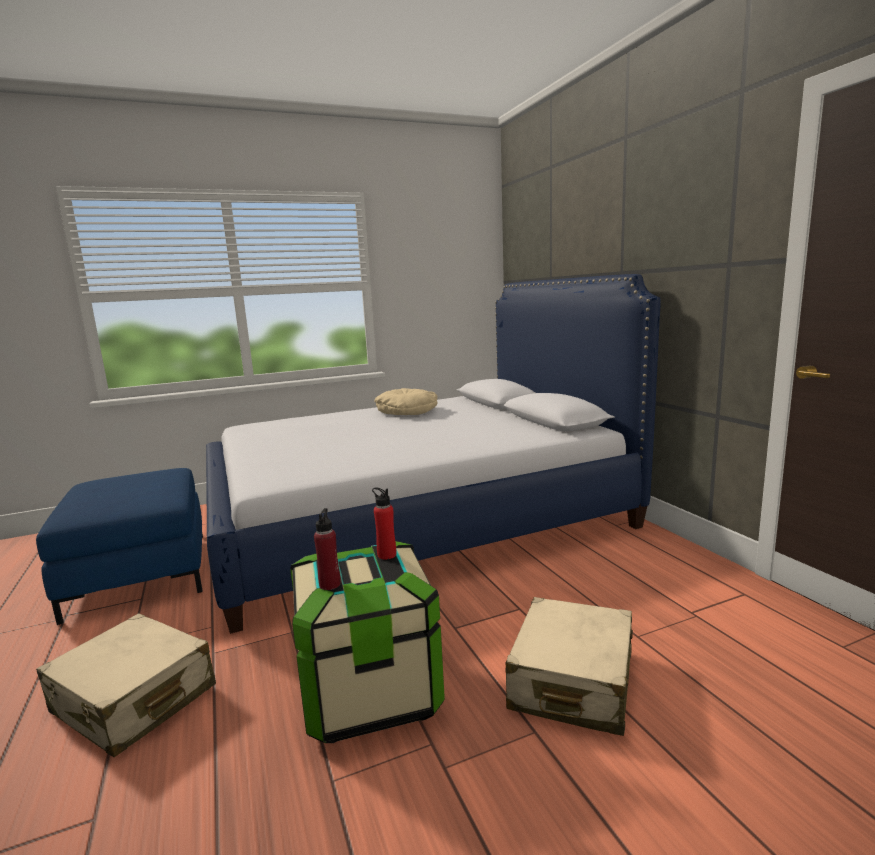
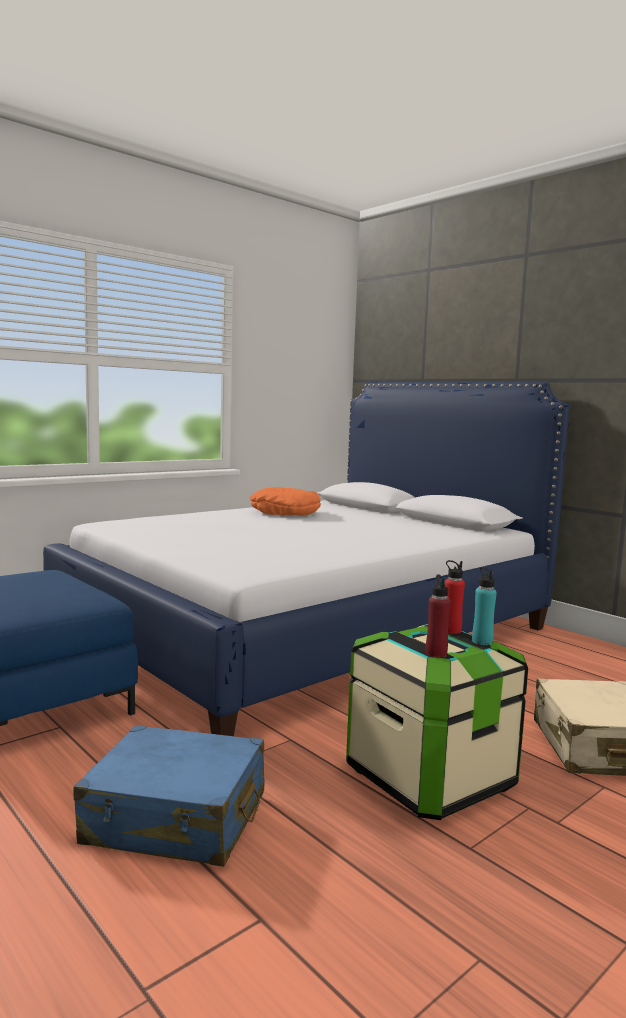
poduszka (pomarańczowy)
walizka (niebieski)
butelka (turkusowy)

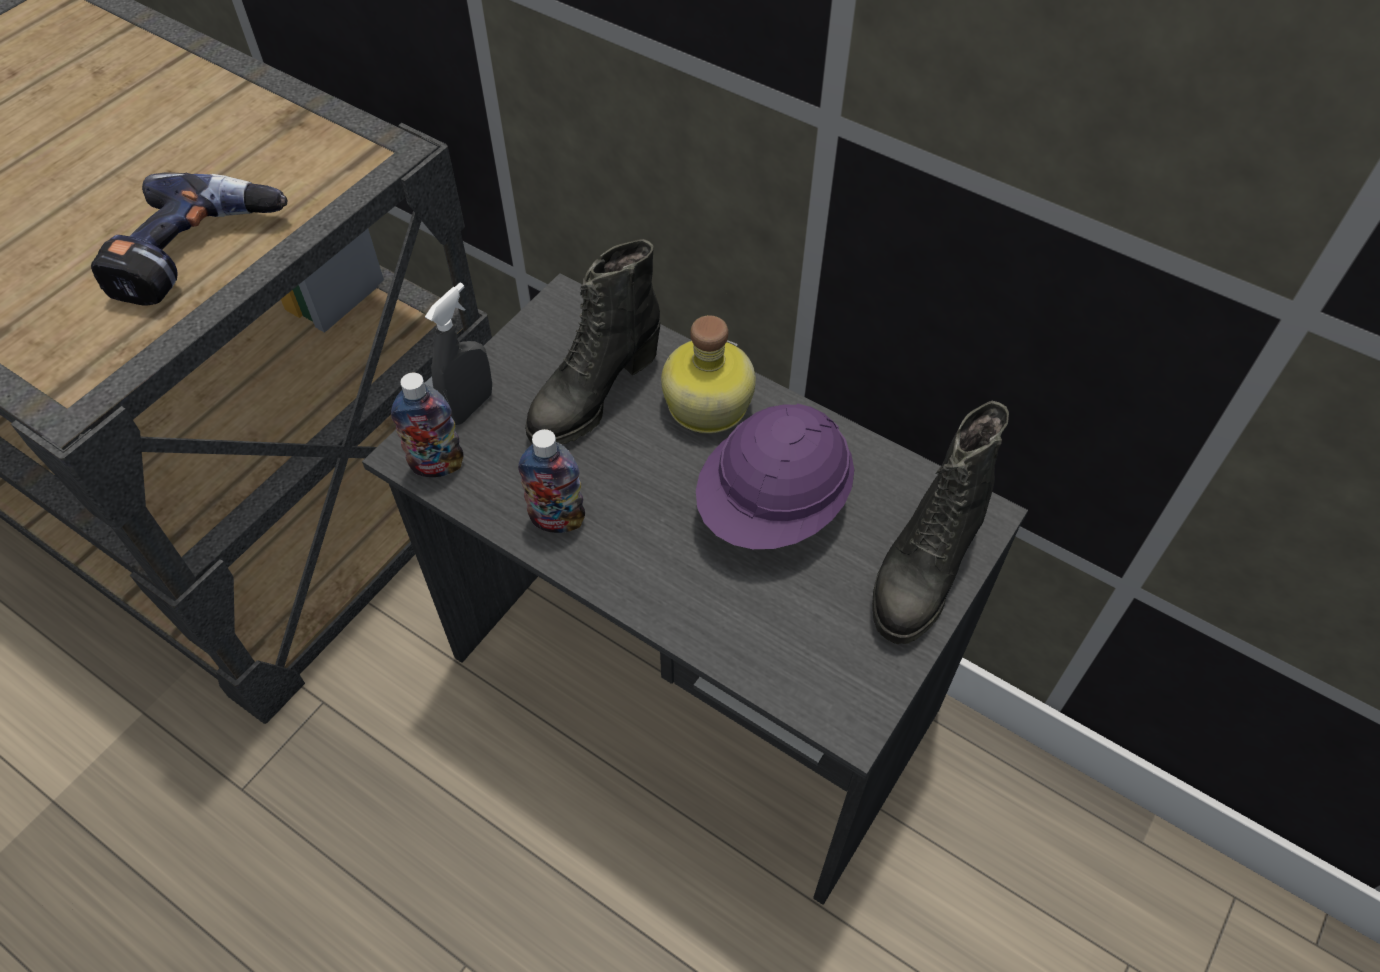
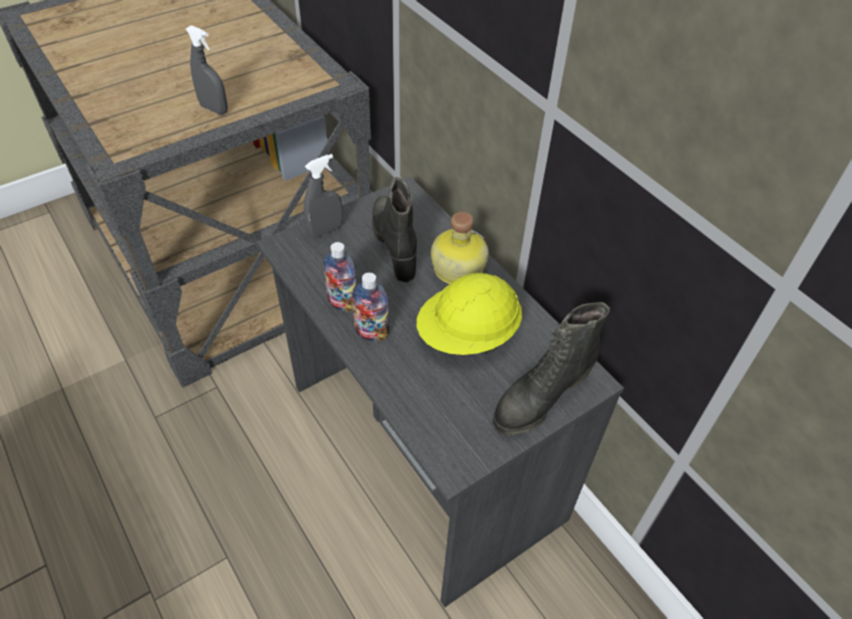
spryskiwacz (szary) (1st from left)
but z cholewką (czarny) (1st from left)
butelka (2nd from left)
kask (żółty)

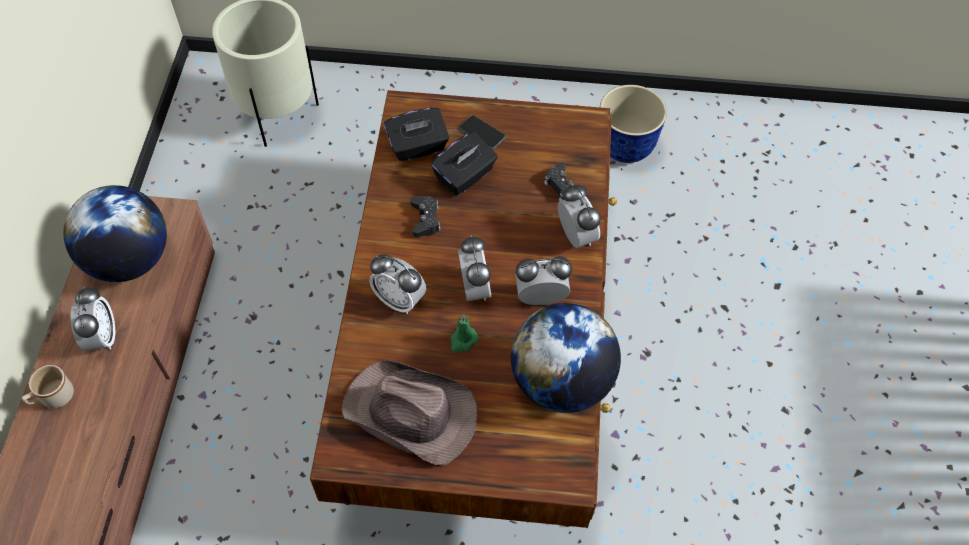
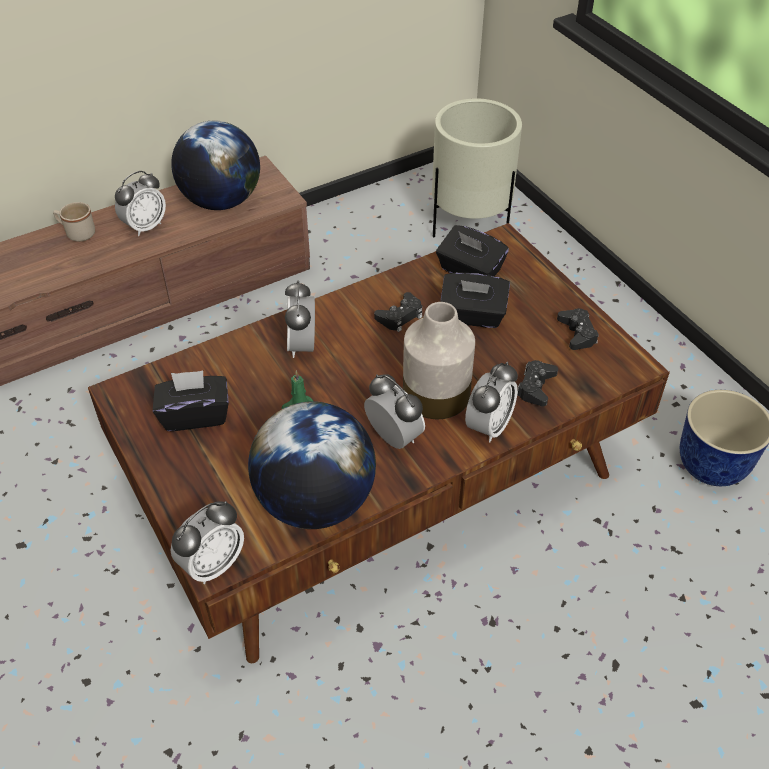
telefon
budzik (2nd from left)
pudełko chusteczek (czarny) (1st from left)
wazon (beżowy)
pad do gier (czarny) (3rd from left)

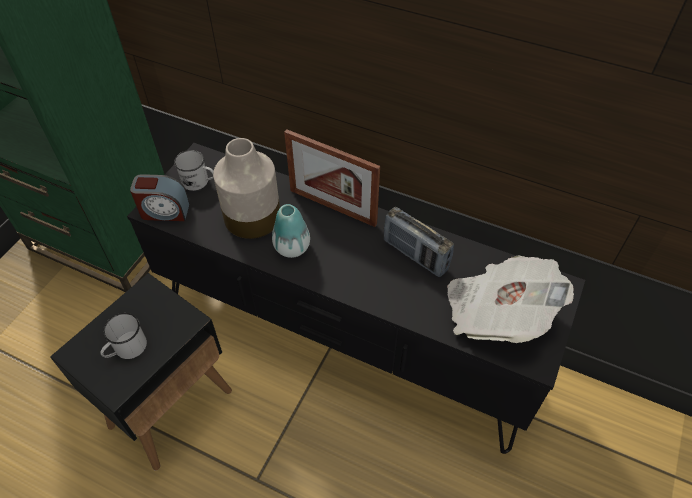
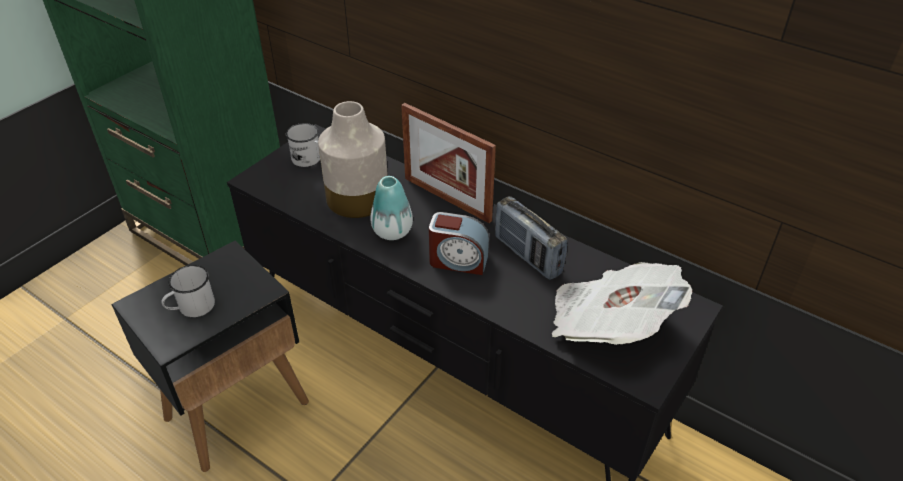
budzik

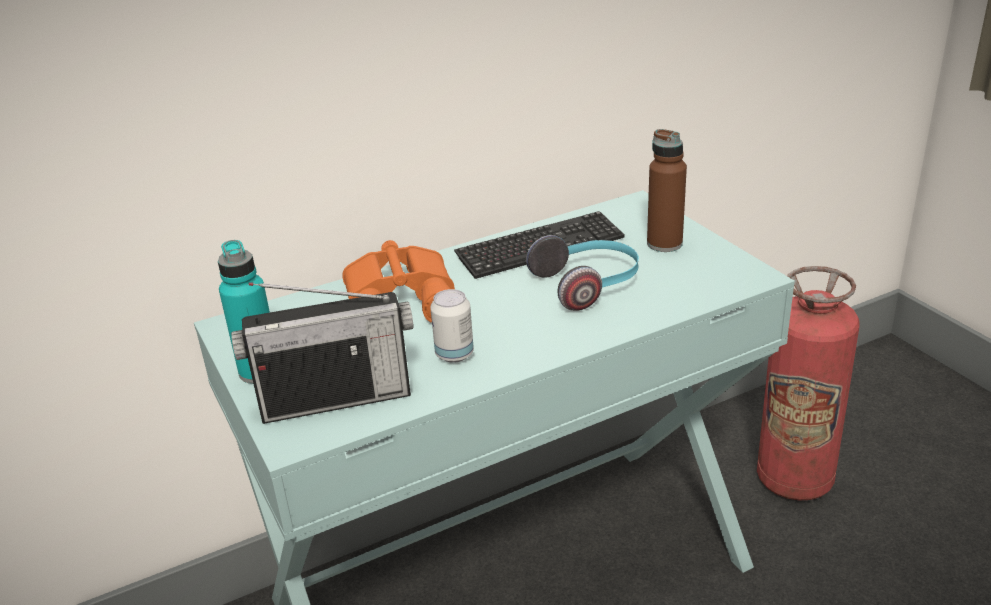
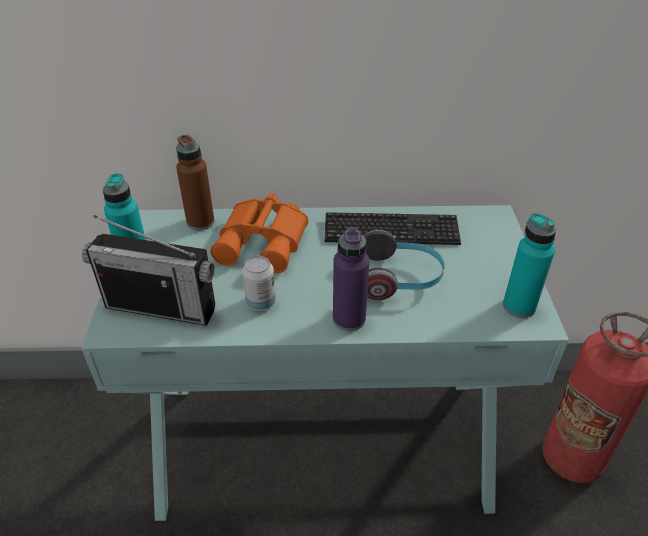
butelka (brązowy)
butelka (turkusowy) (2nd from left)
butelka (fioletowy)

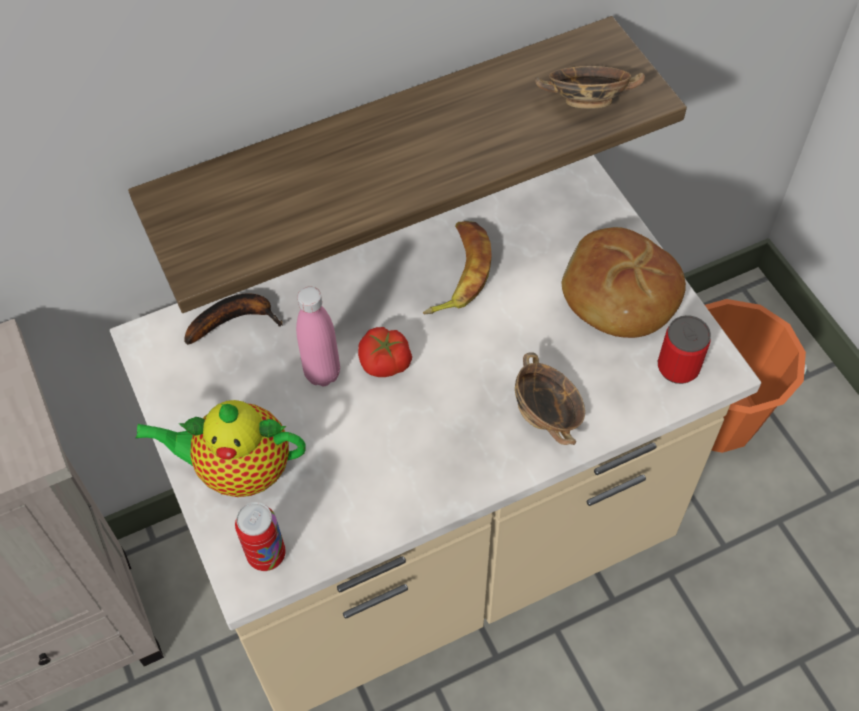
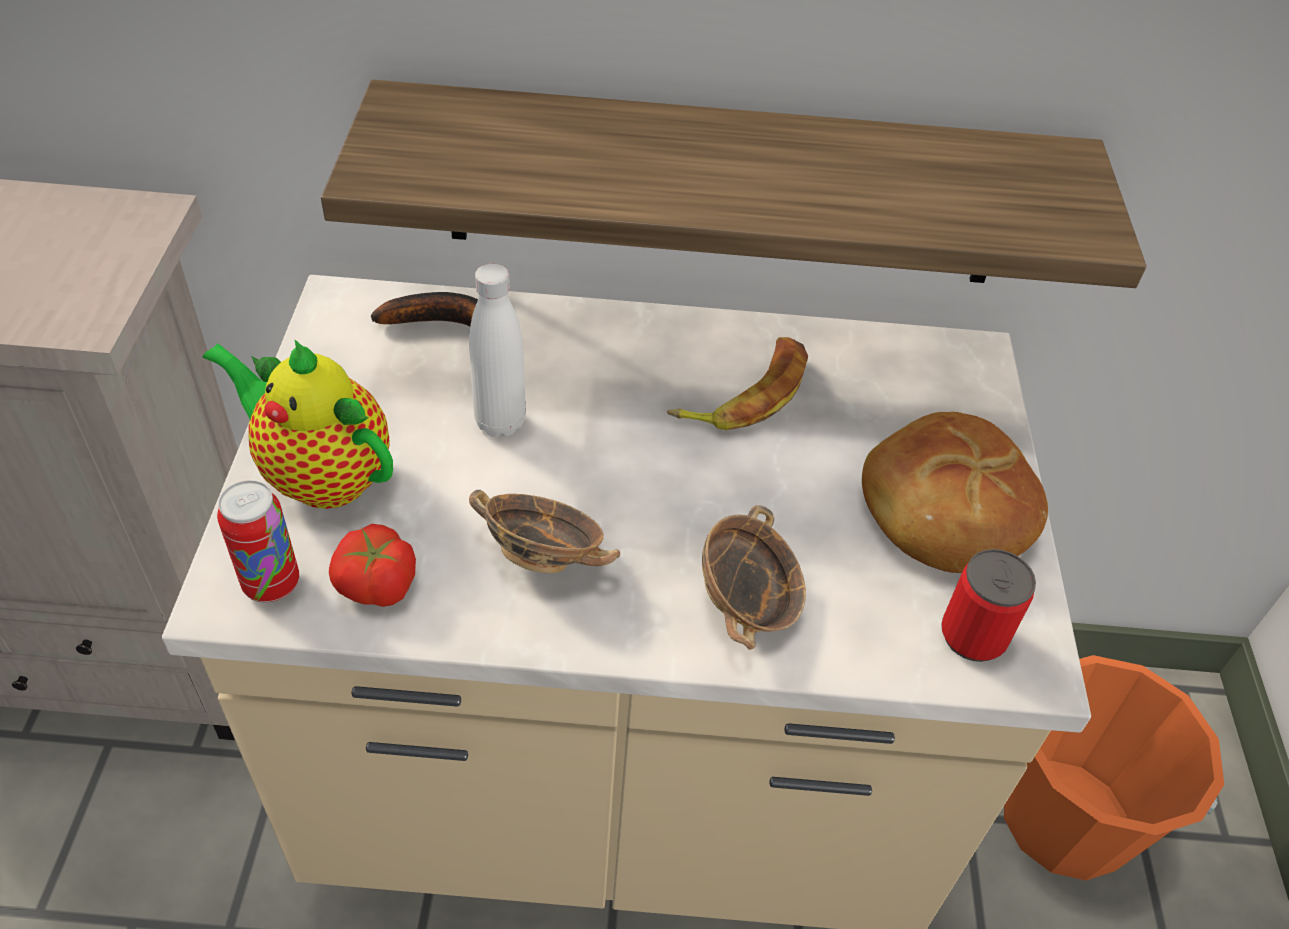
miska (1st from left)
butelka (biały)
pomidor

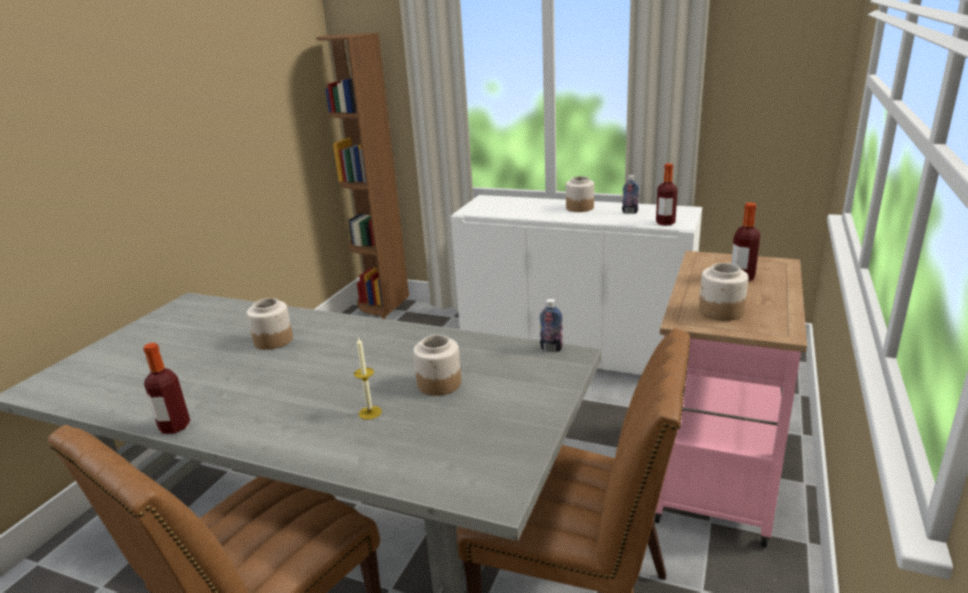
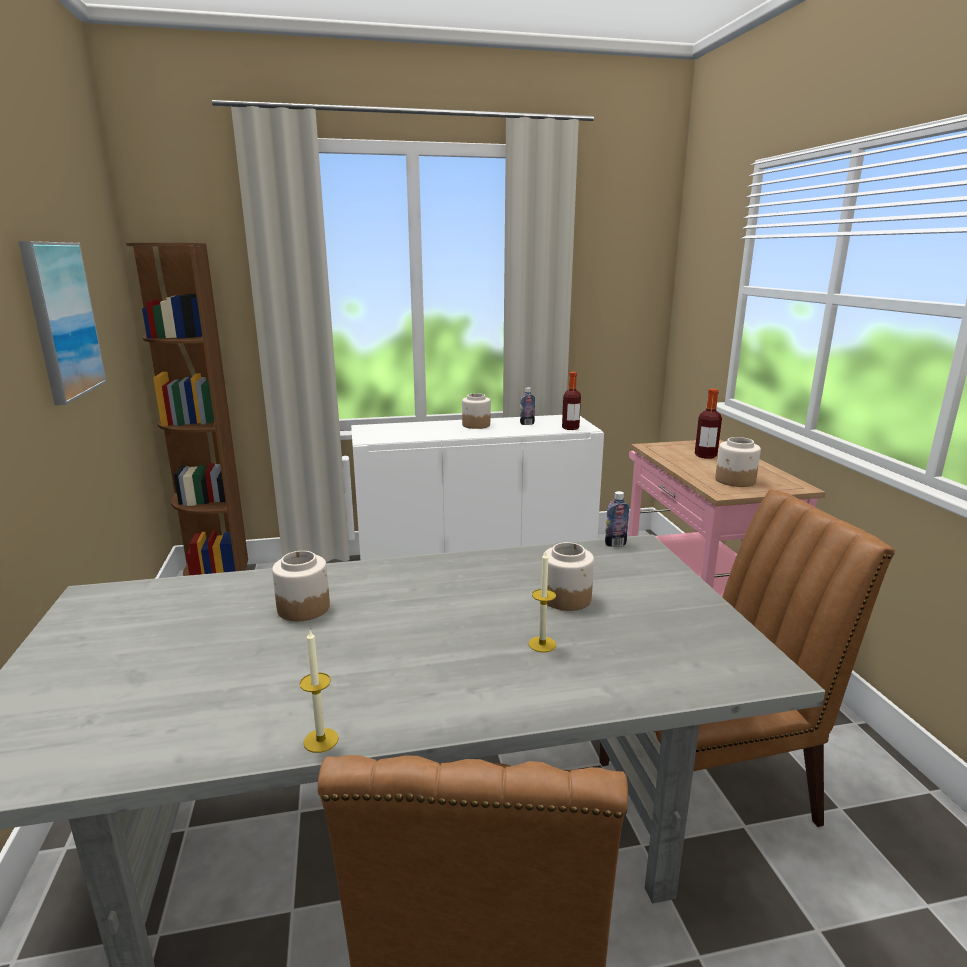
świeca (1st from left)
obraz

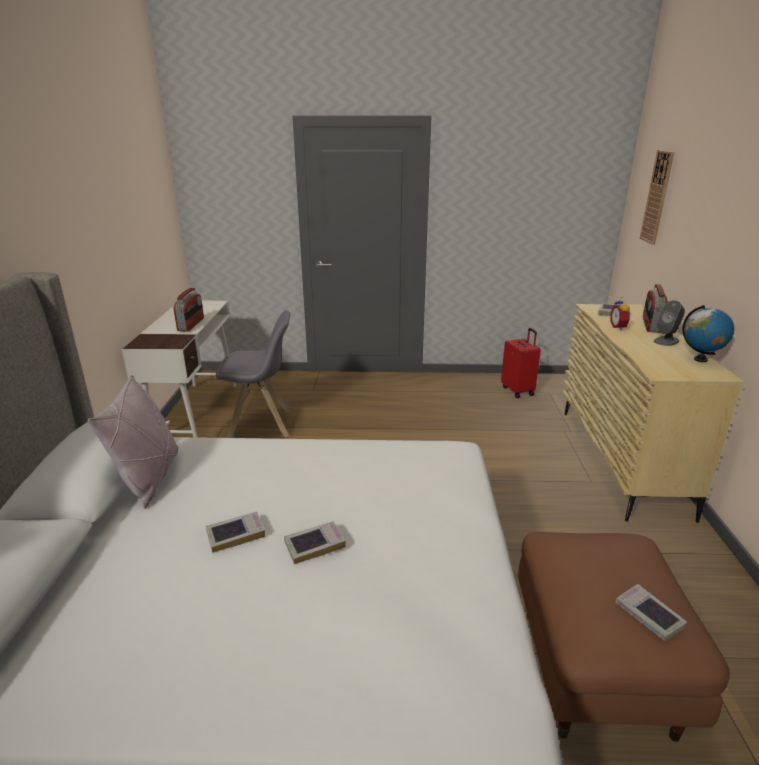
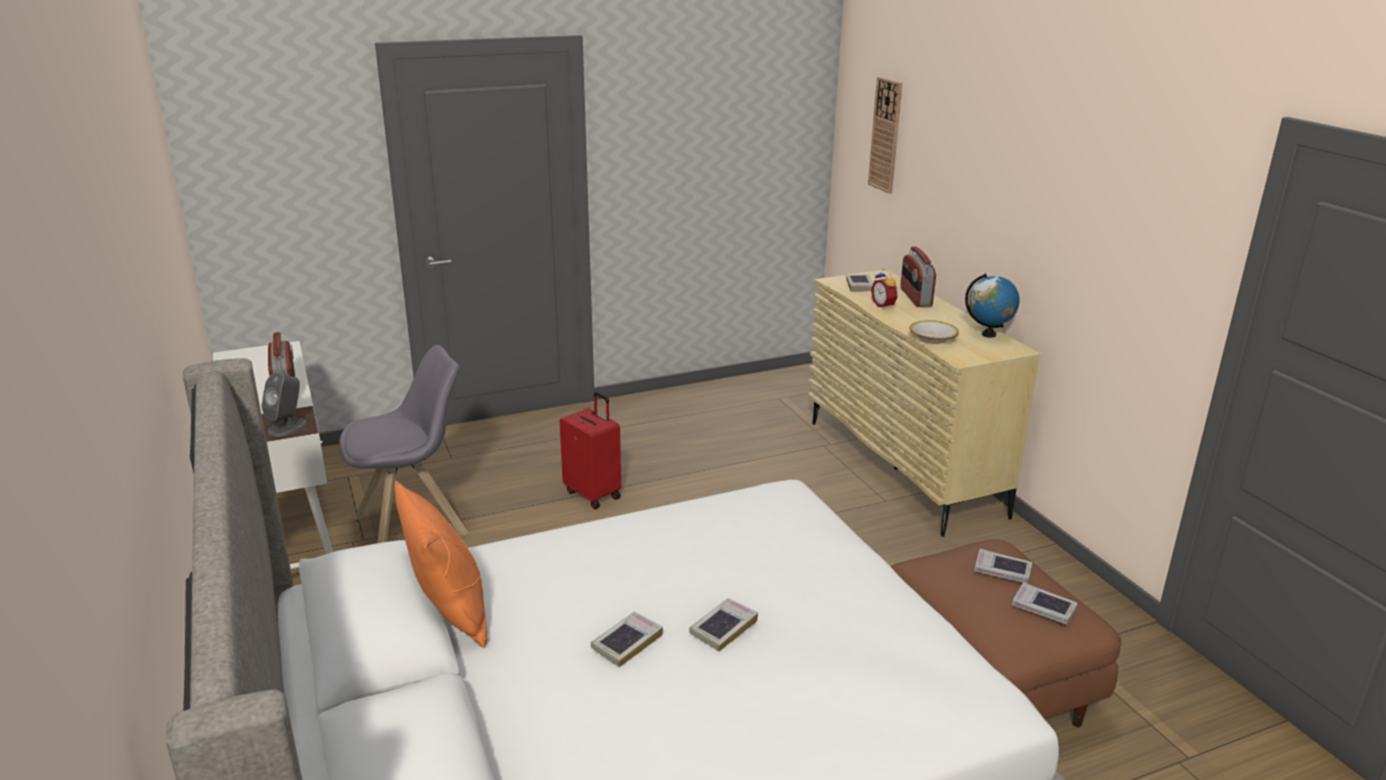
głośnik (szary)
walizka (czerwony)
poduszka (pomarańczowy)
miska
książka (4th from left)

